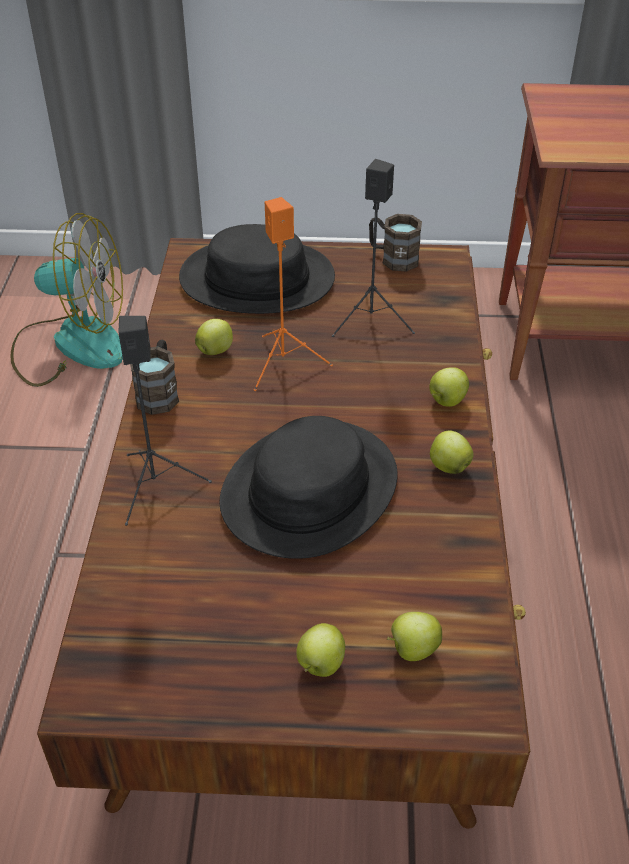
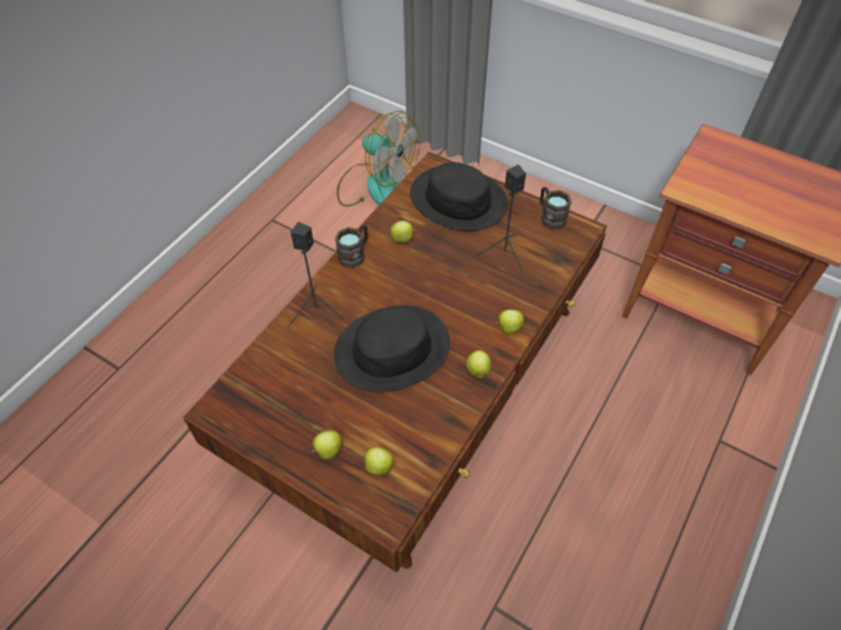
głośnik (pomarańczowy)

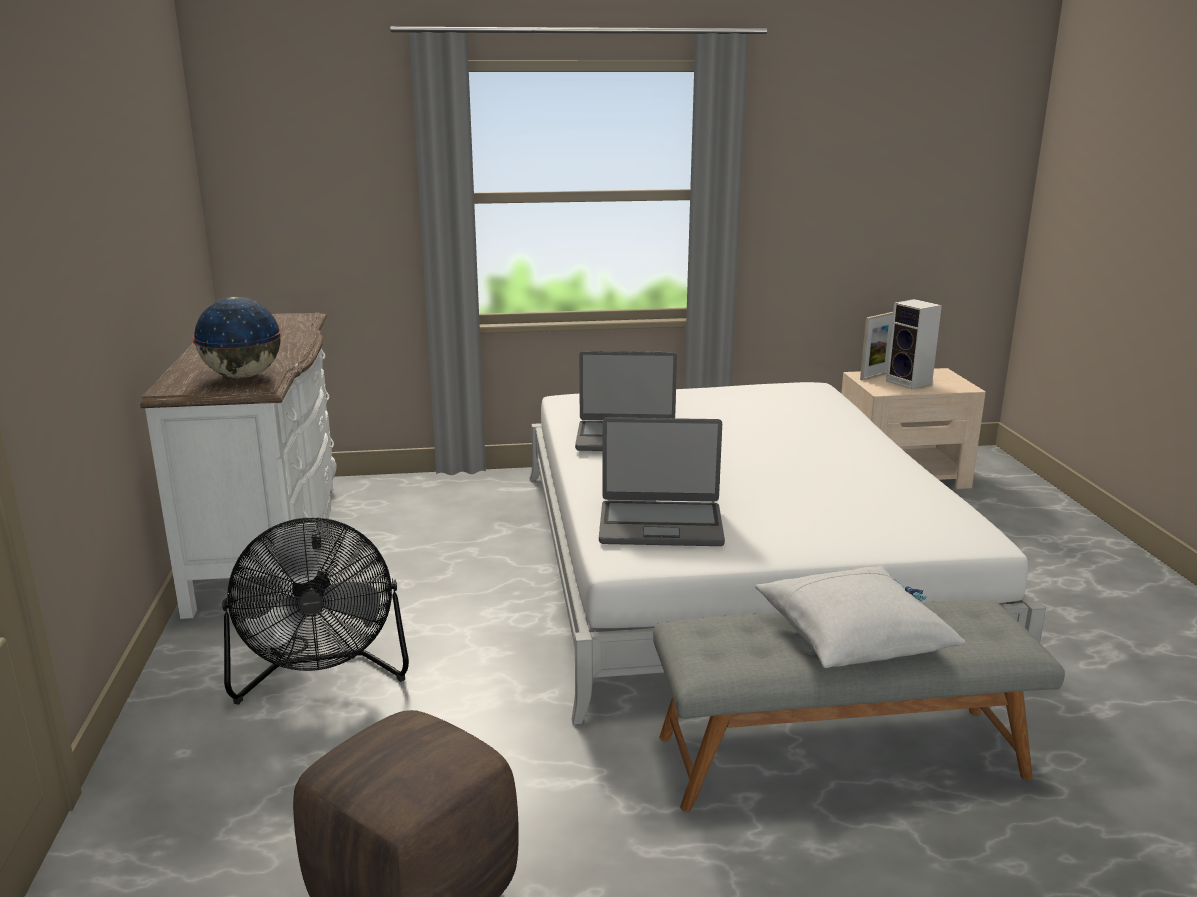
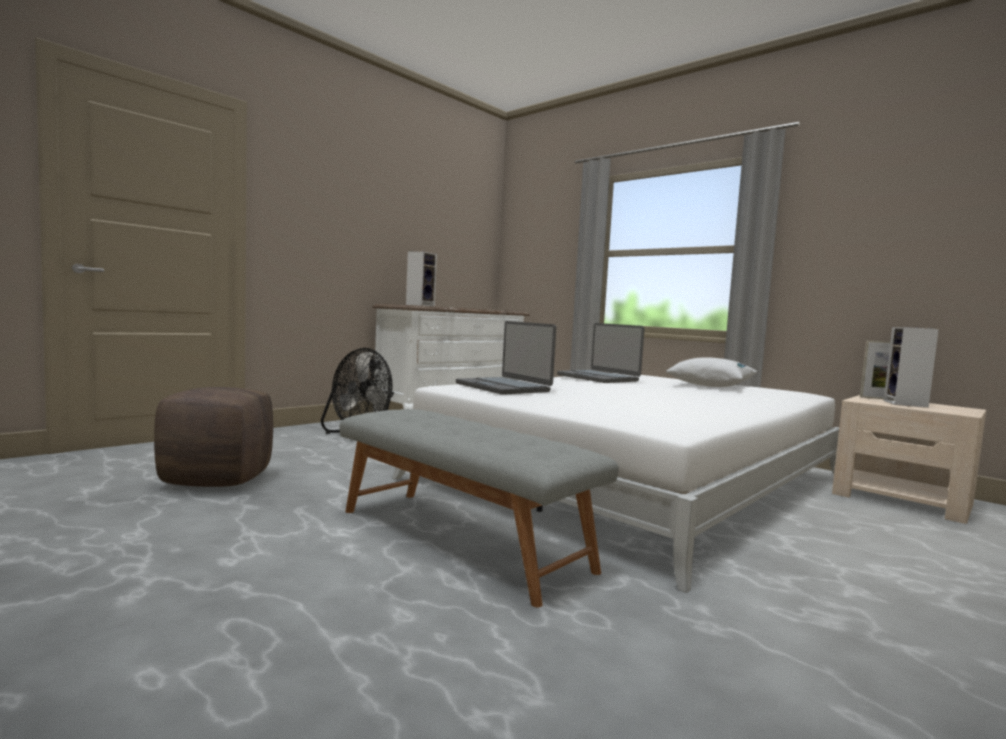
głośnik (1st from left)
poduszka (szary)

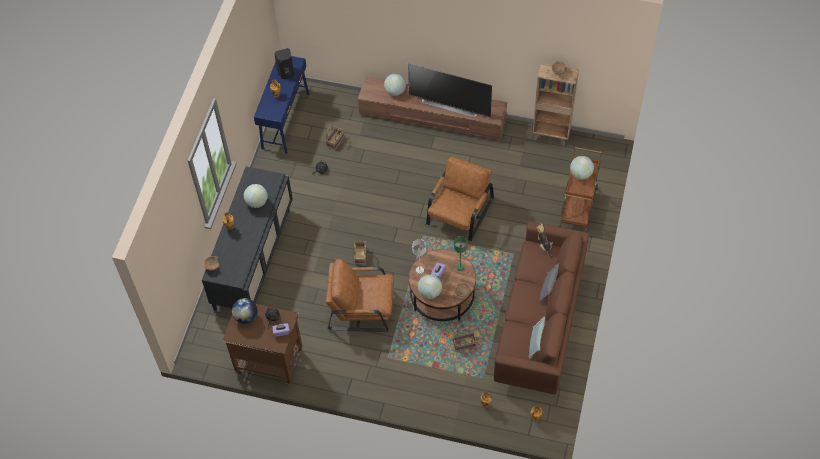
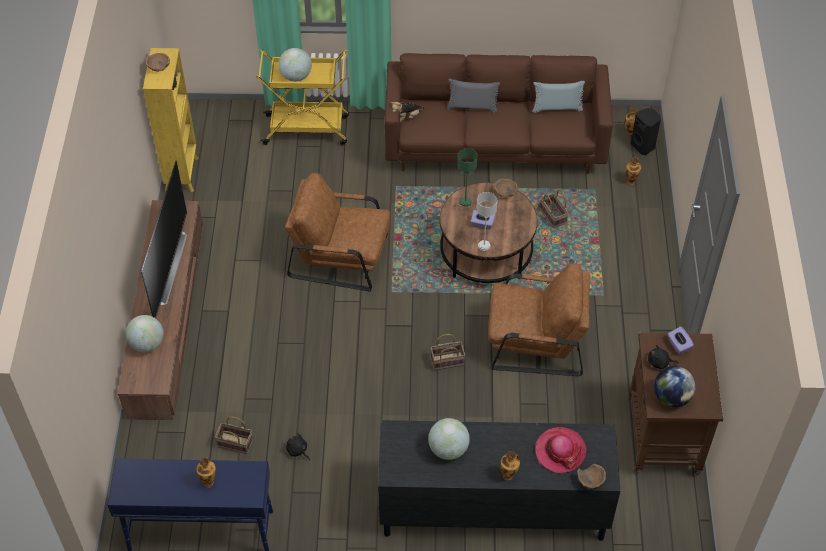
głośnik (czarny)
regał (żółty)
wózek (żółty)
fotel (brązowy) (2nd from left)
globus (4th from left in the first image)
kapelusz

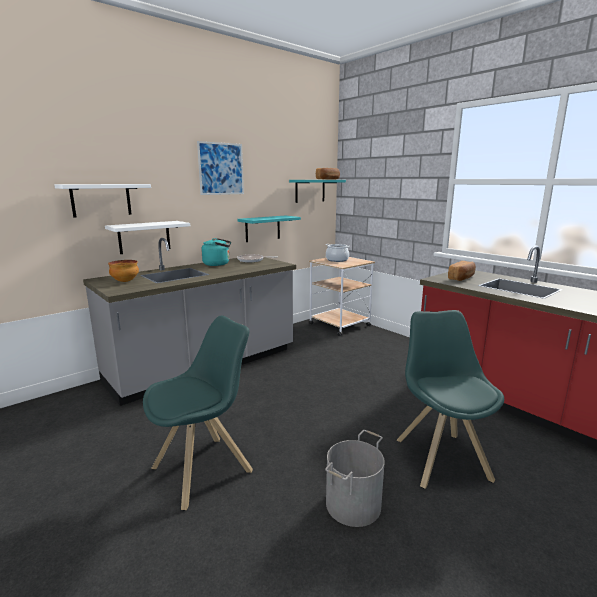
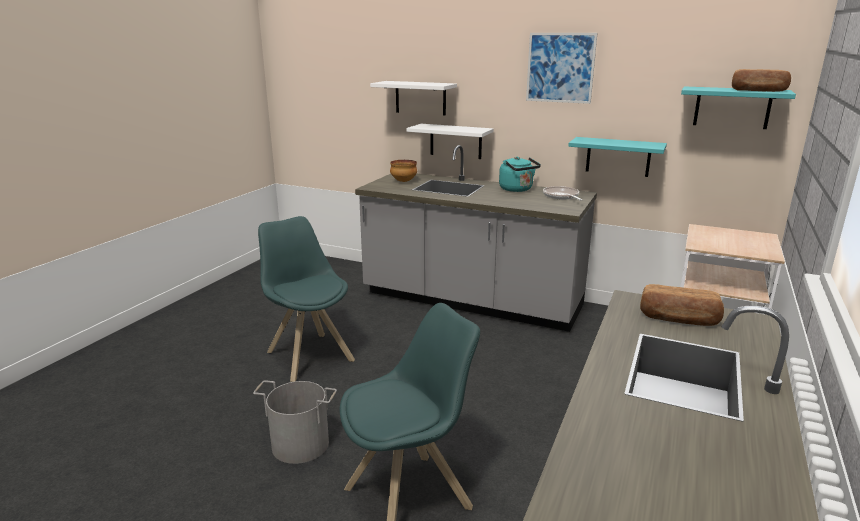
garnek
krzesło (turkusowy) (1st from left)

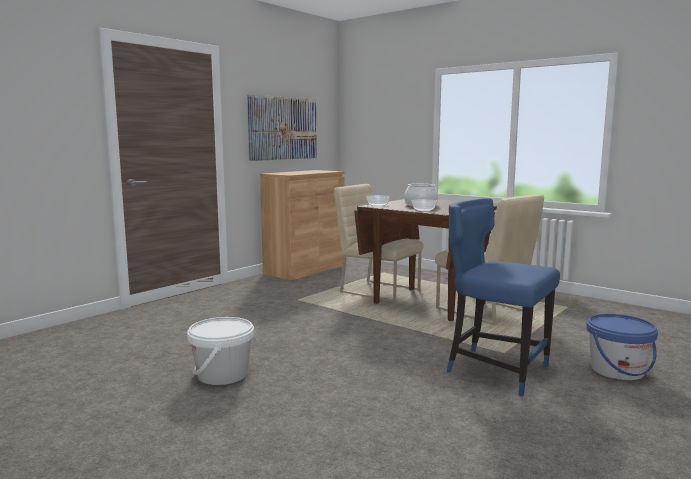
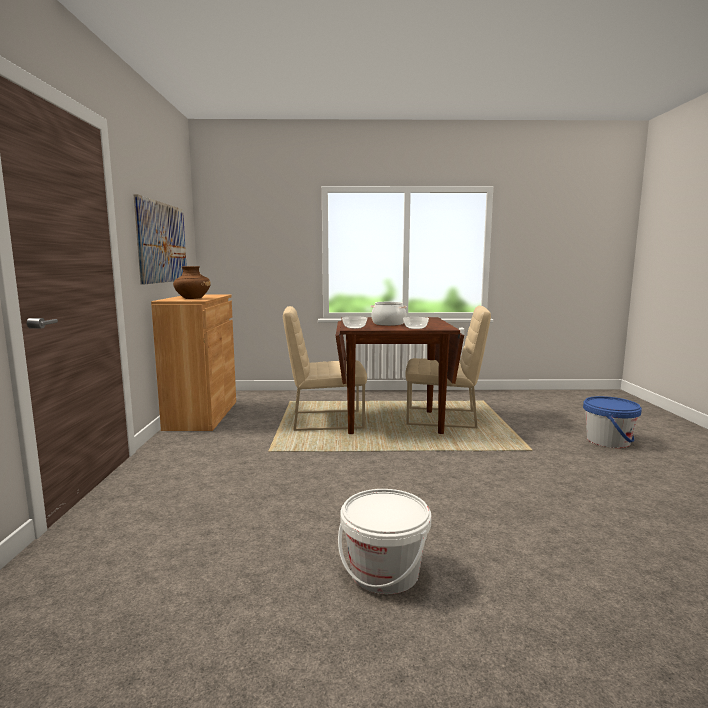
krzesło (niebieski)
wazon (brązowy)

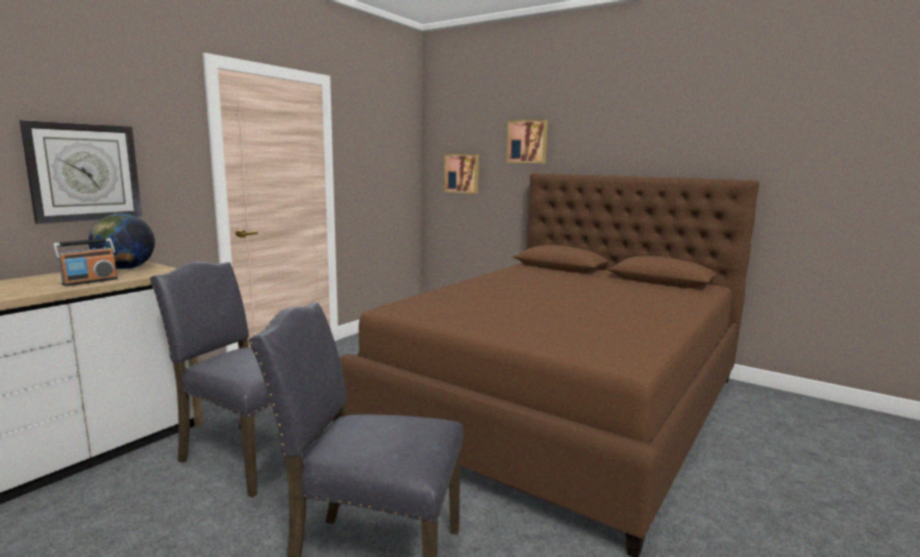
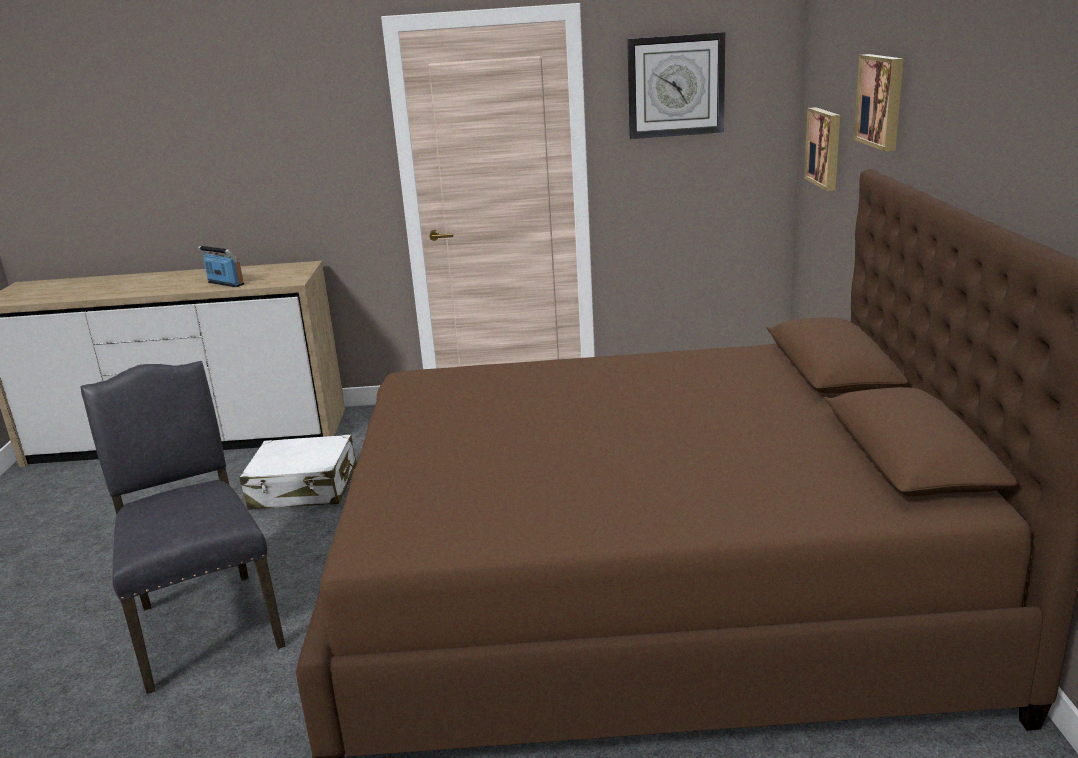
zegar ścienny
globus
radio
walizka (biały)

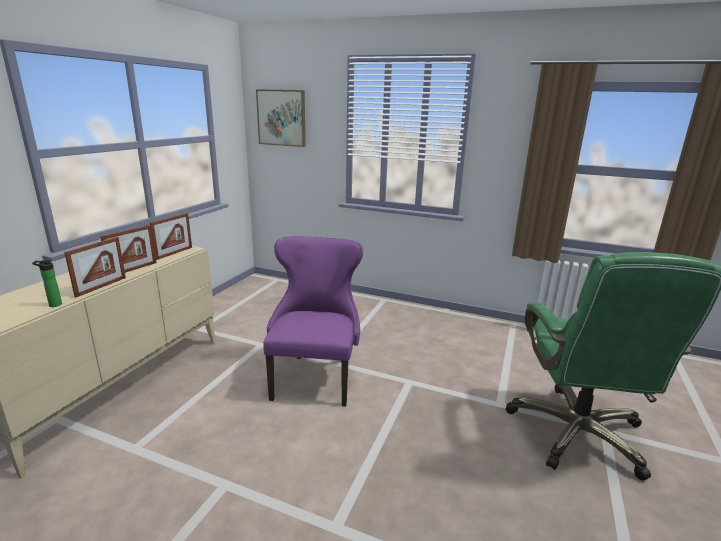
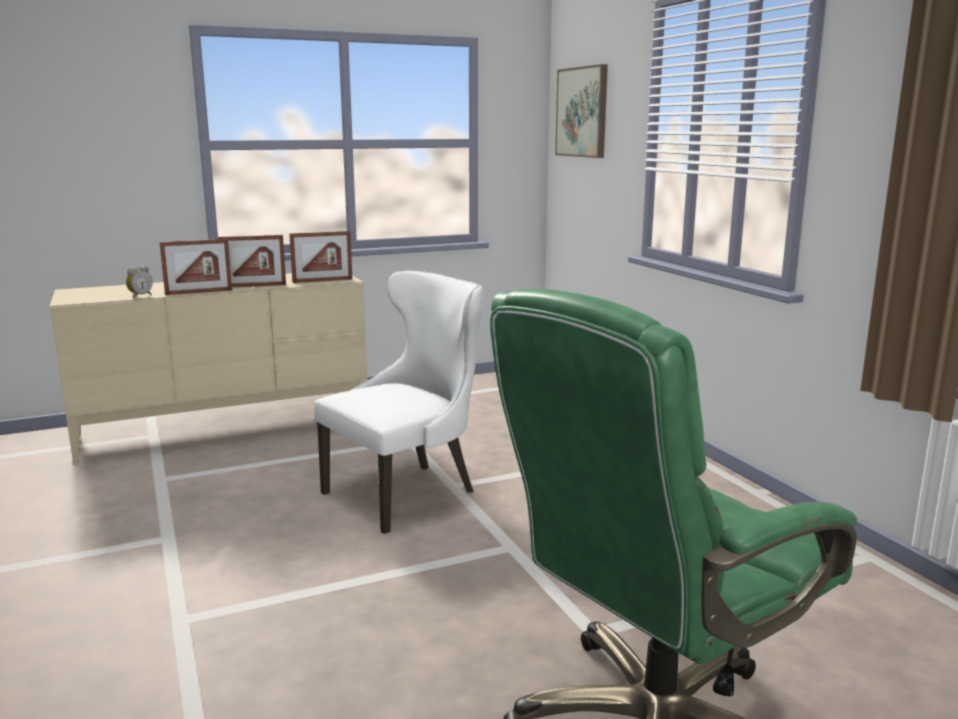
krzesło (biały)
budzik

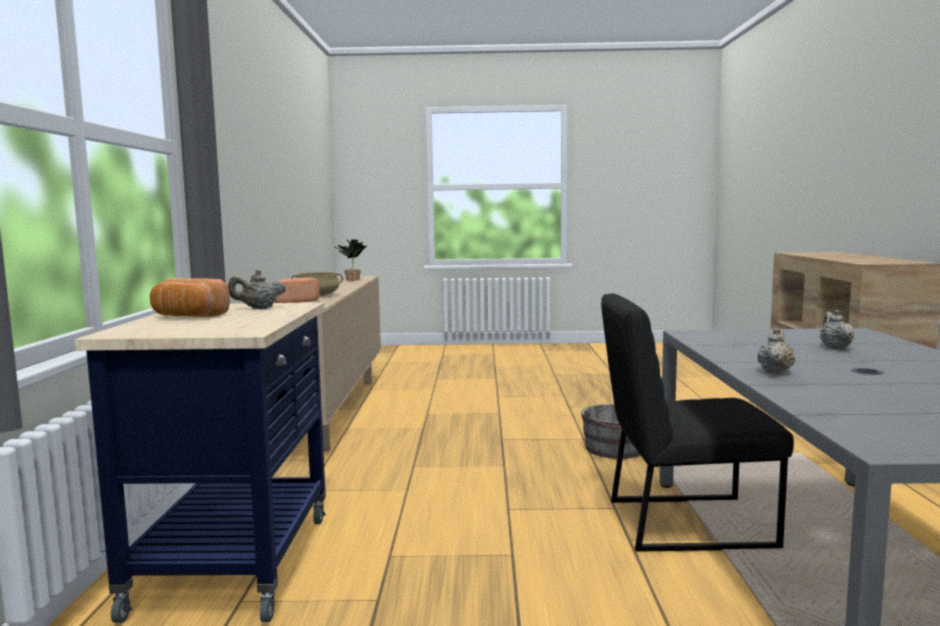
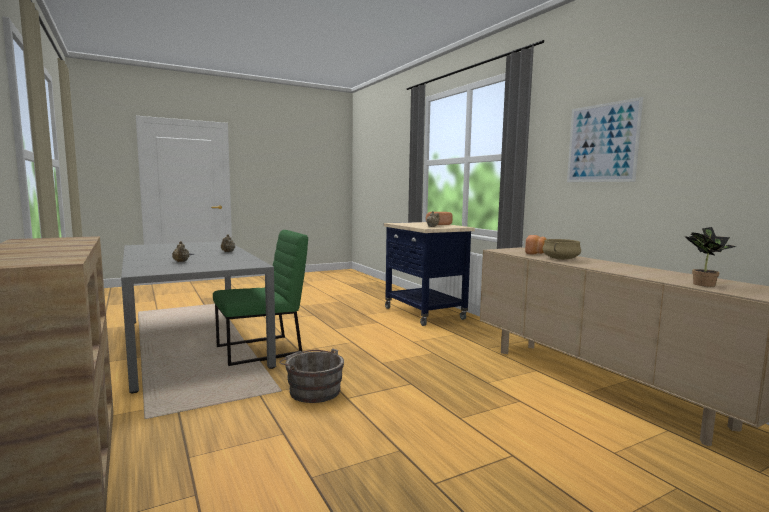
krzesło (zielony)
obraz

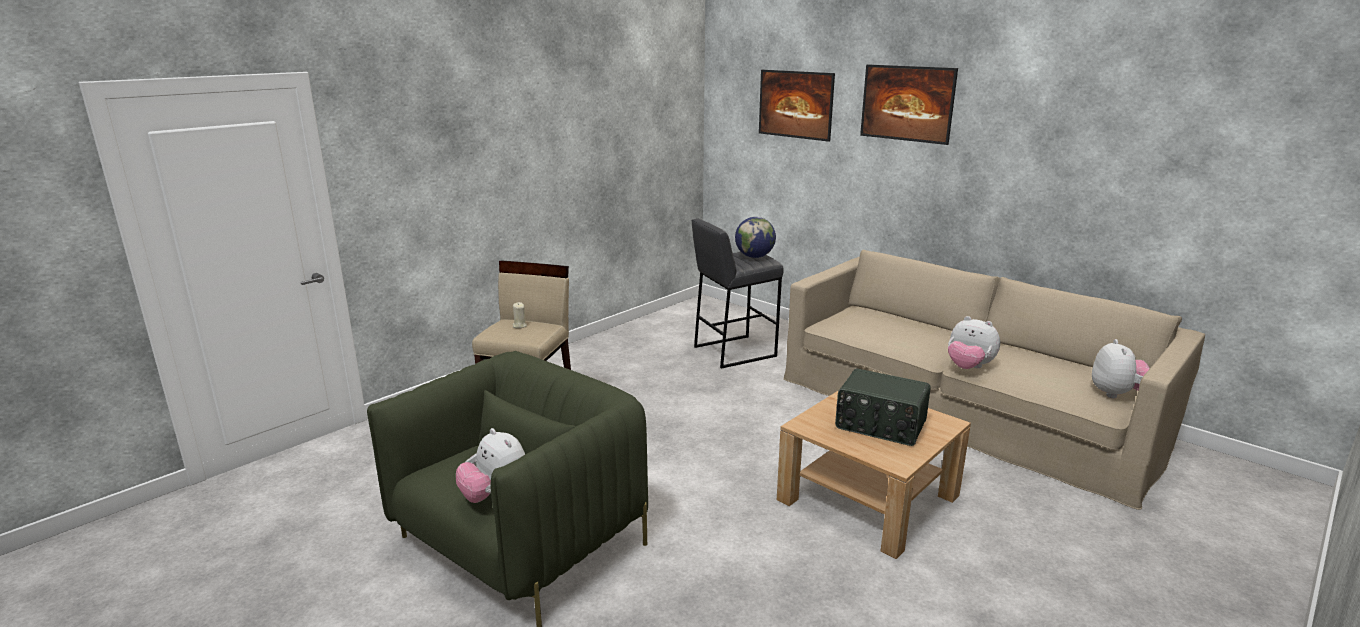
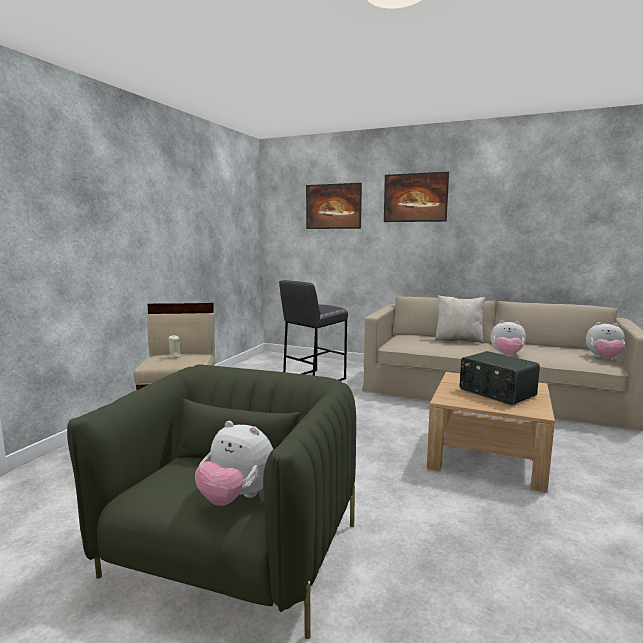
globus
pluszak (3rd from left)
radio
poduszka (beżowy)

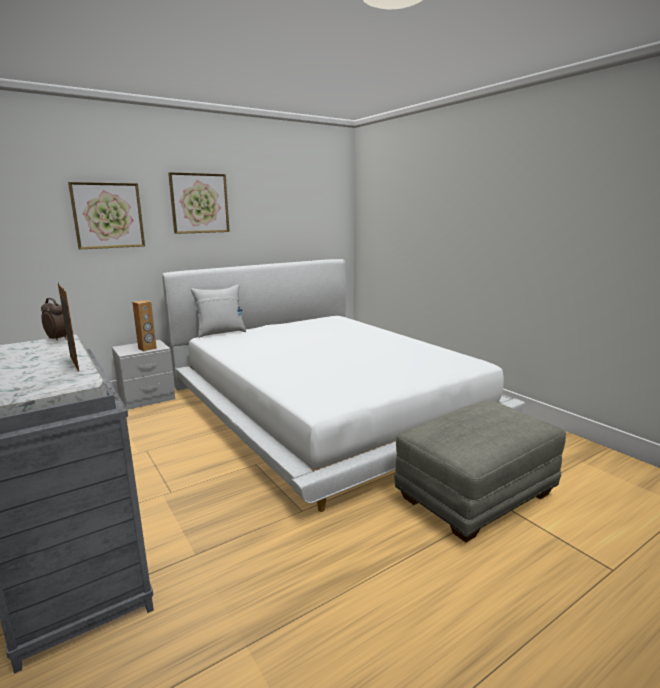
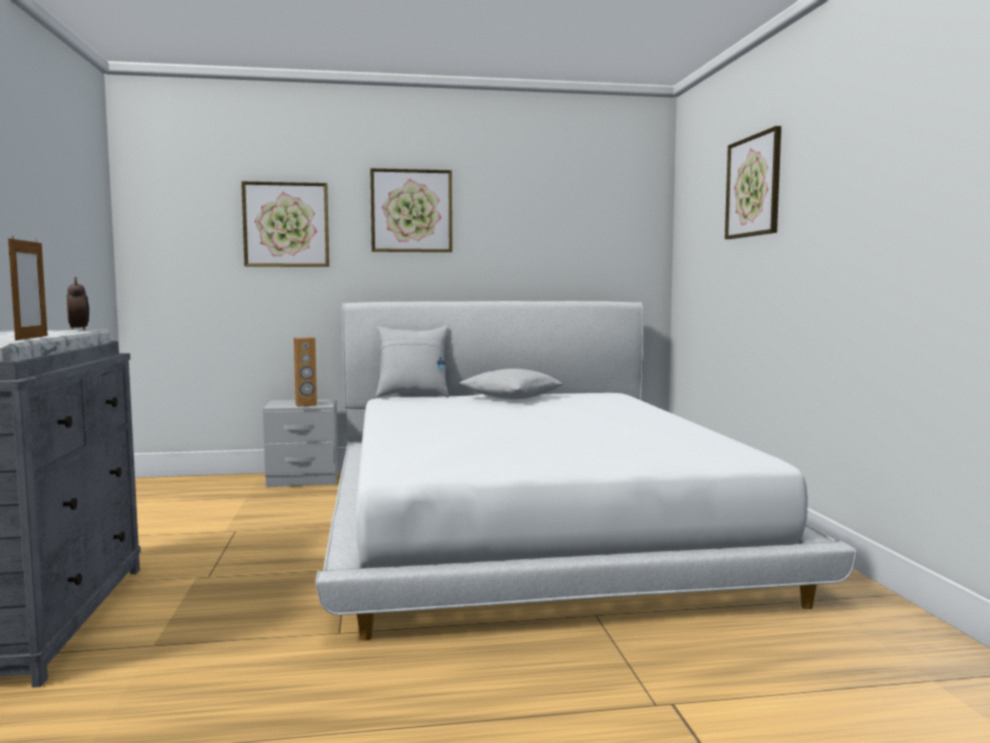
pufa (szary)
obraz (3rd from left)
poduszka (szary) (2nd from left)

